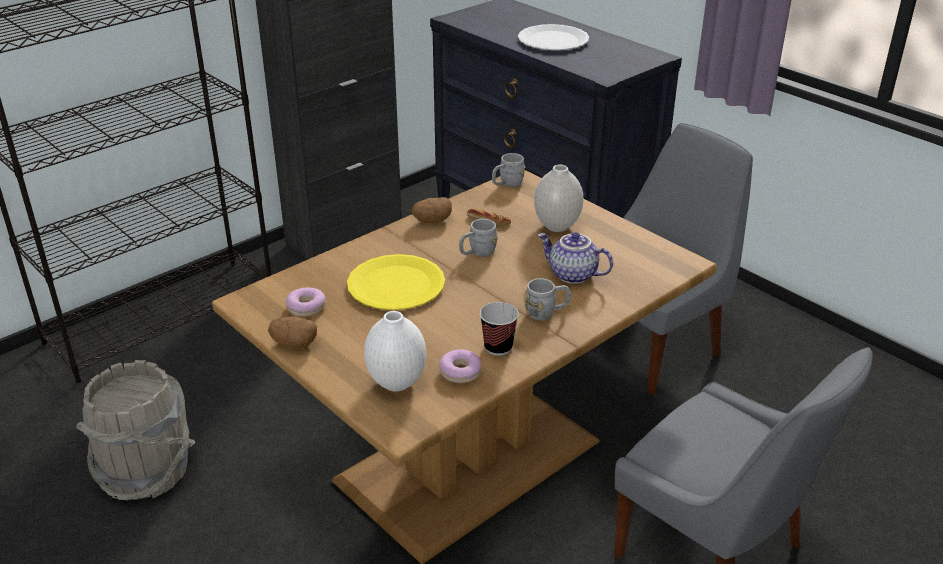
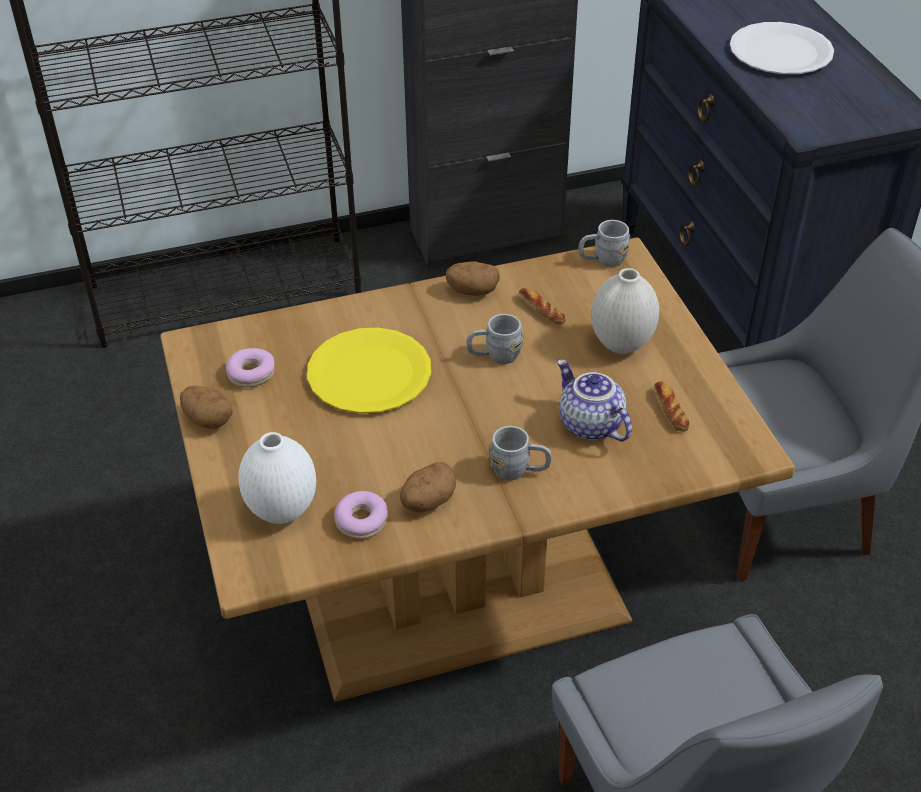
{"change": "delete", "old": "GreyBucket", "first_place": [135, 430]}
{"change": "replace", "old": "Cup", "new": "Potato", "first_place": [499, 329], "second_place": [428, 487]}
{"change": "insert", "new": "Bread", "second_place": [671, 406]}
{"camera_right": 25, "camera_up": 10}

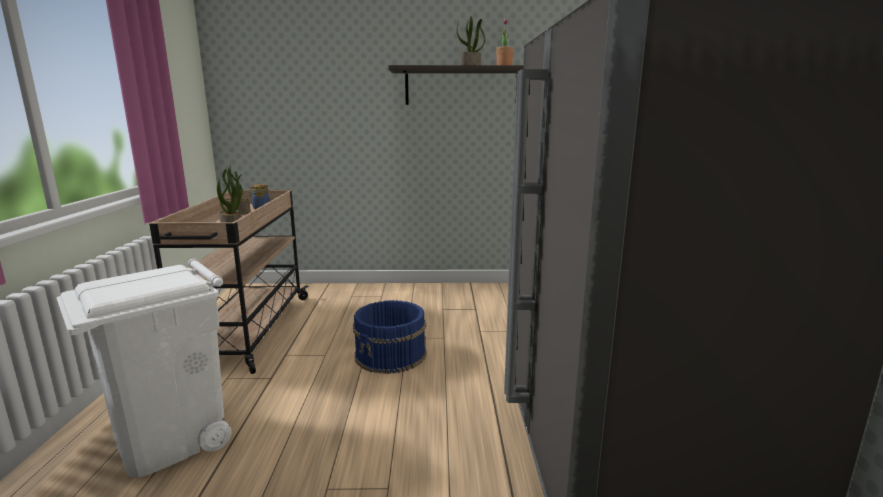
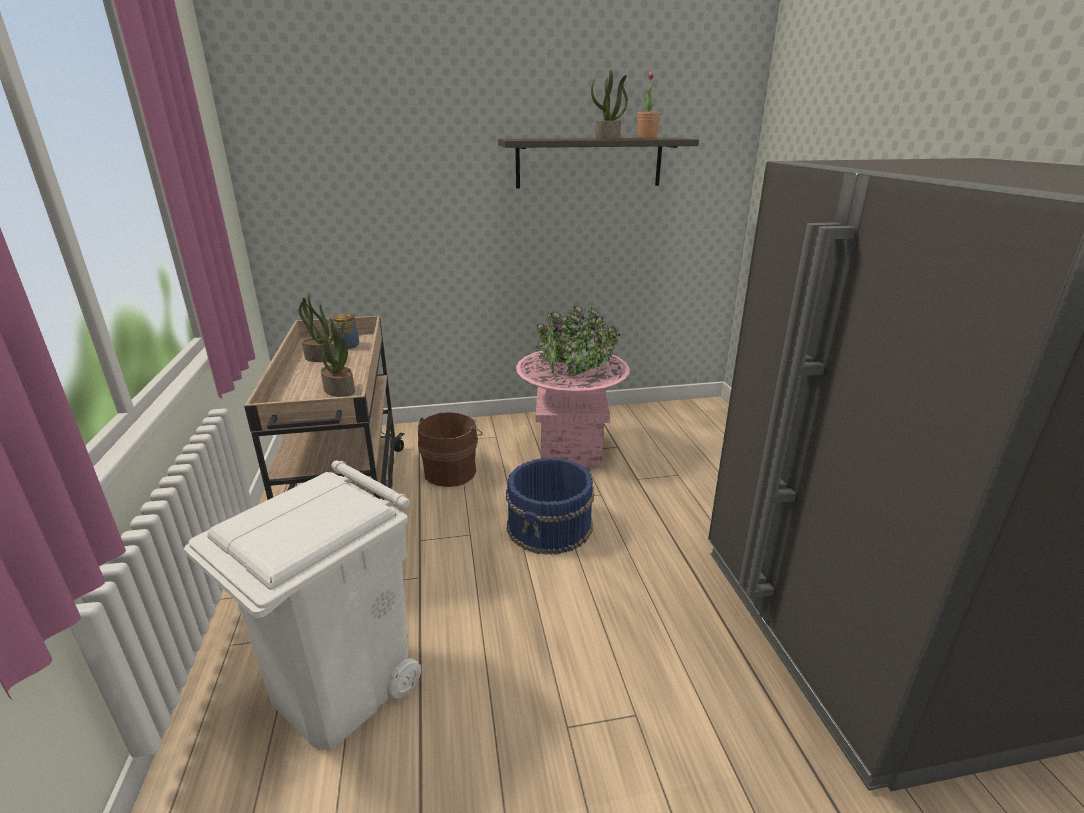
{"change": "insert", "new": "BrownBucket", "second_place": [450, 449]}
{"change": "insert", "new": "PinkPlanter", "second_place": [573, 387]}
{"camera_right": -10, "camera_up": 10}

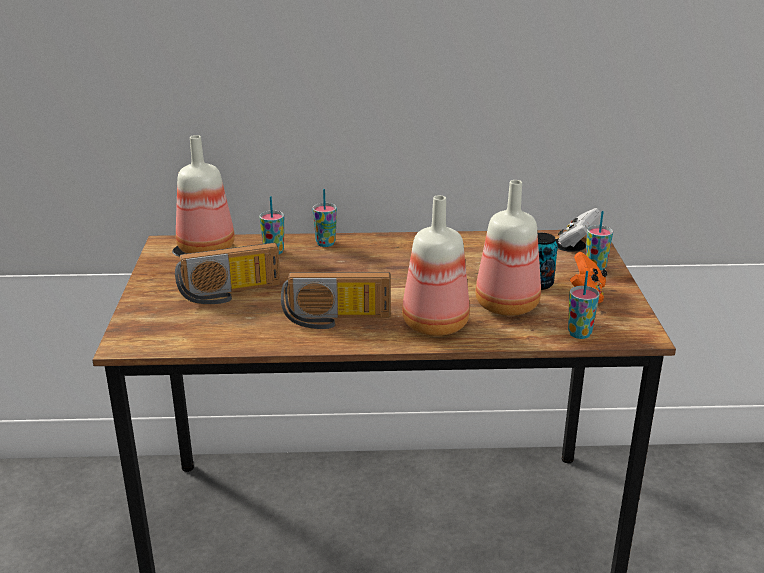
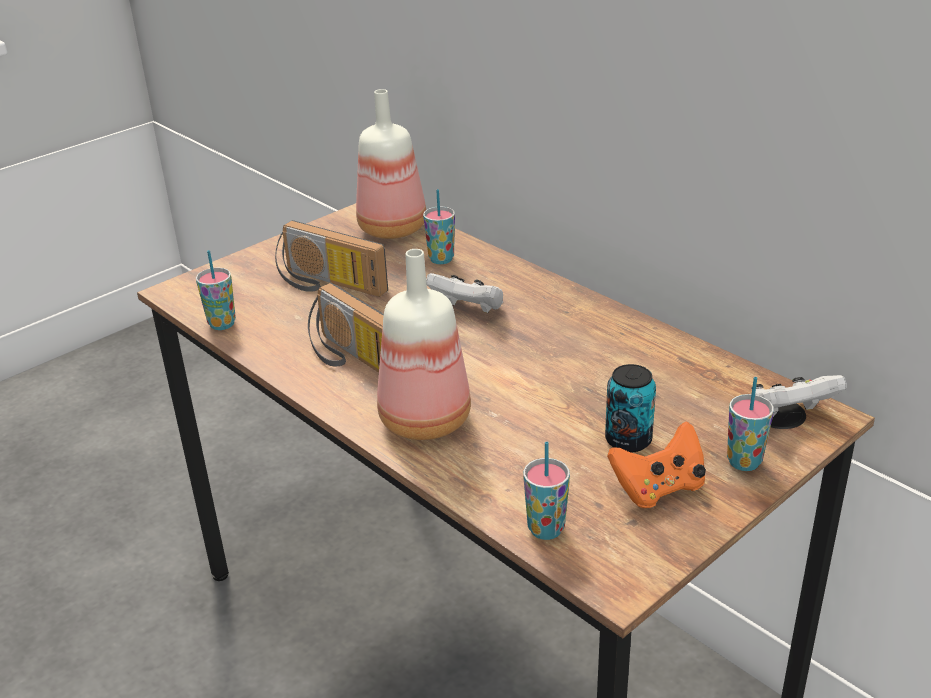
{"change": "move", "old": "Cup", "first_place": [324, 218], "second_place": [216, 290]}
{"change": "delete", "old": "Bottle", "first_place": [508, 248]}
{"change": "insert", "new": "WhiteGameController", "second_place": [464, 293]}
{"camera_right": 50, "camera_up": 5}

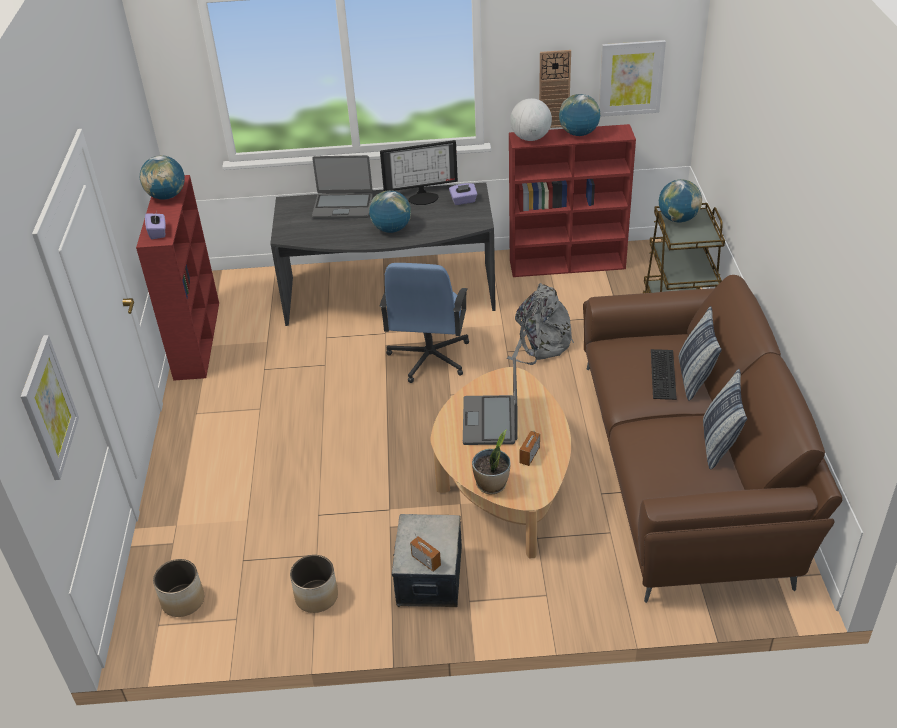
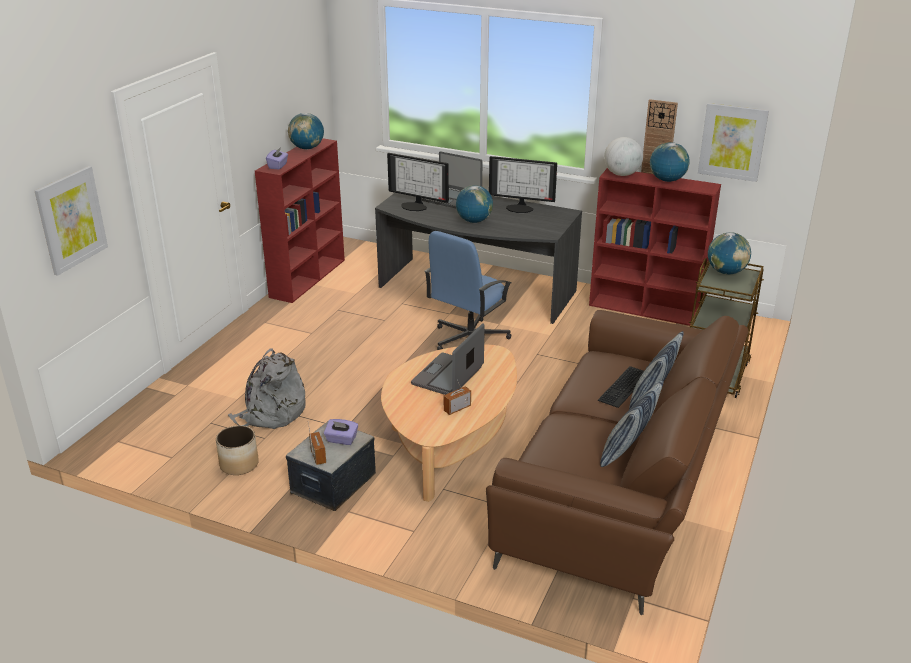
{"change": "delete", "old": "Planter", "first_place": [178, 588]}
{"change": "move", "old": "PurpleTissueBox", "first_place": [463, 194], "second_place": [341, 432]}
{"change": "delete", "old": "PottedPlant", "first_place": [491, 461]}
{"change": "move", "old": "GreyBackpack", "first_place": [540, 324], "second_place": [267, 388]}
{"change": "insert", "new": "Monitor", "second_place": [418, 182]}
{"camera_right": 25, "camera_up": -10}

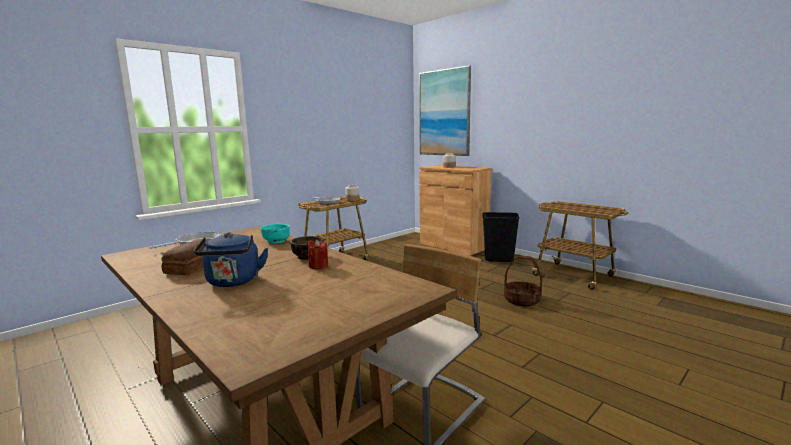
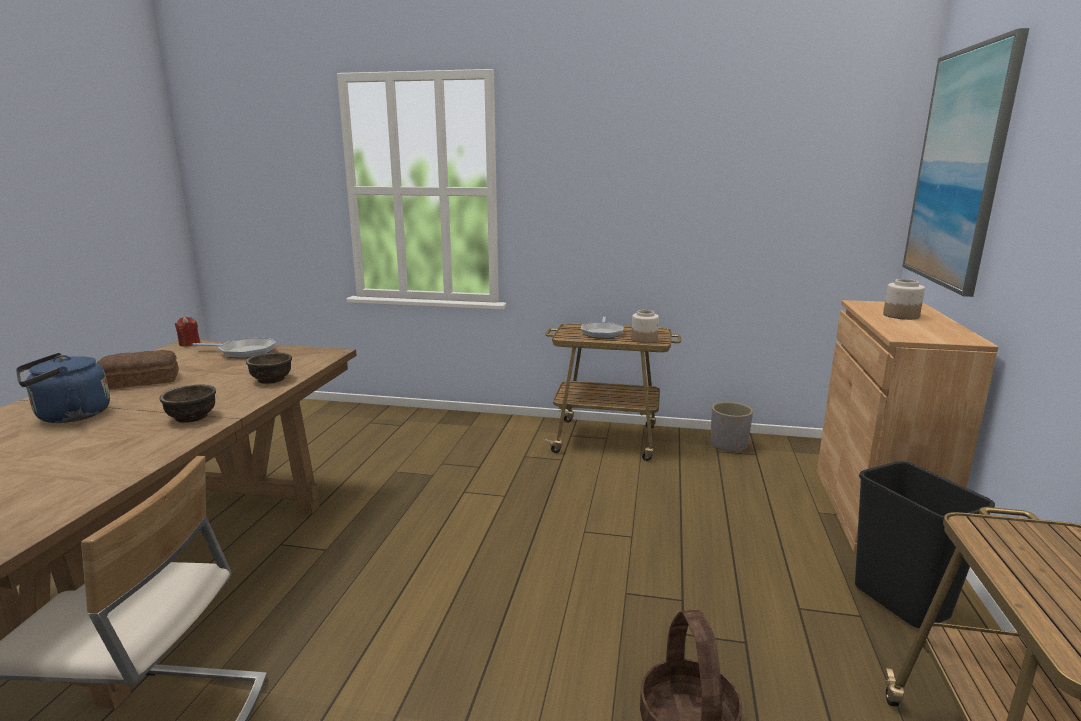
{"change": "recolor", "old": "TurquoiseBowl", "new": "BrownBowl", "first_place": [275, 234], "second_place": [269, 368]}
{"change": "move", "old": "RedCandle", "first_place": [317, 254], "second_place": [187, 332]}
{"change": "insert", "new": "GreyPlanter", "second_place": [732, 427]}
{"camera_right": 55, "camera_up": 5}

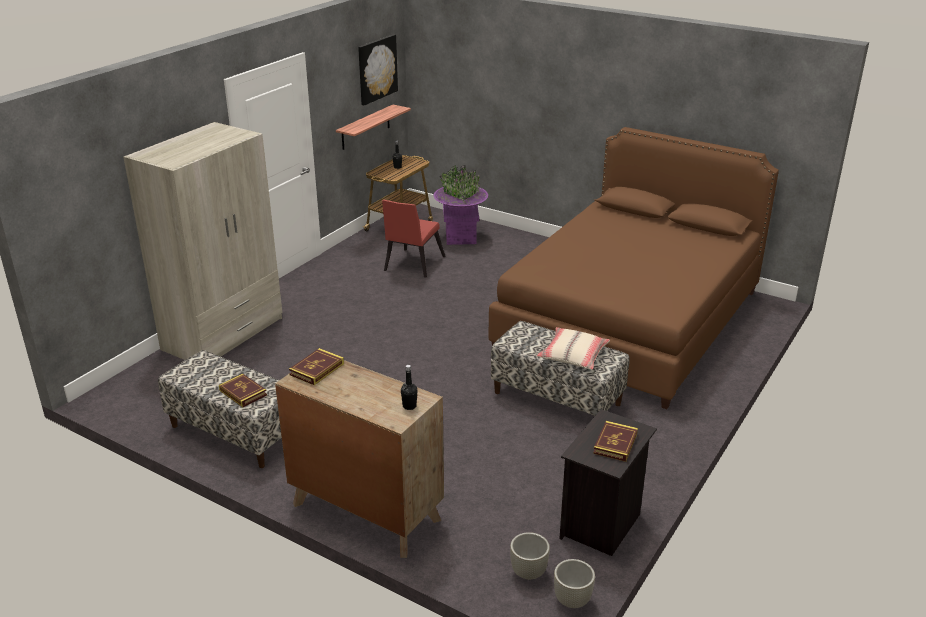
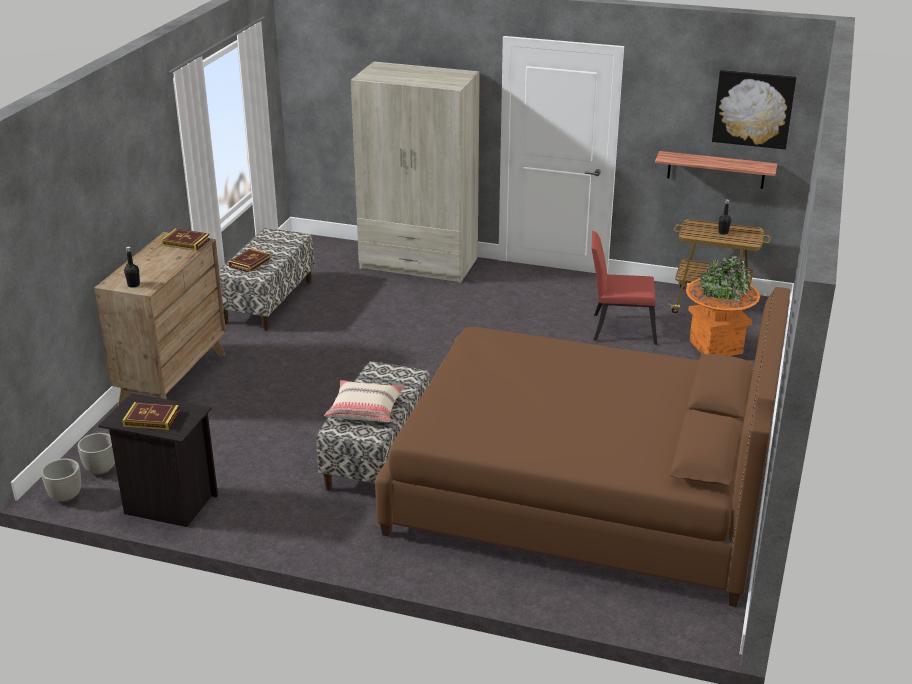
{"change": "recolor", "old": "PurplePlanter", "new": "OrangePlanter", "first_place": [460, 205], "second_place": [723, 305]}
{"camera_right": 75, "camera_up": 0}

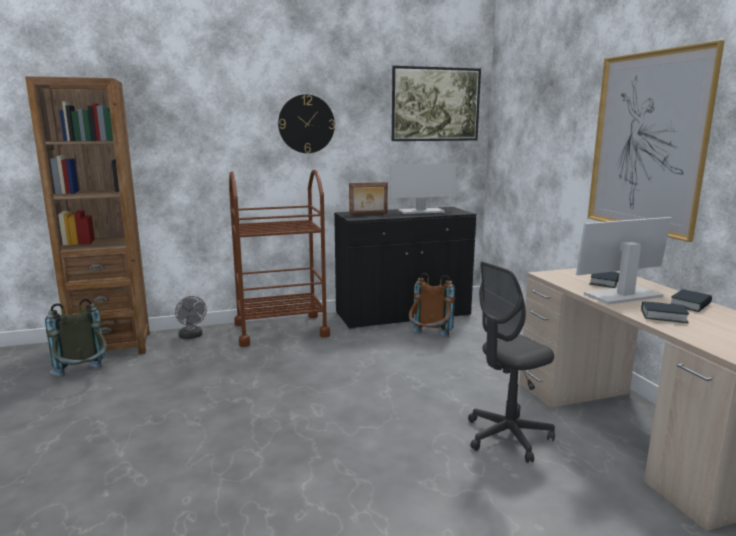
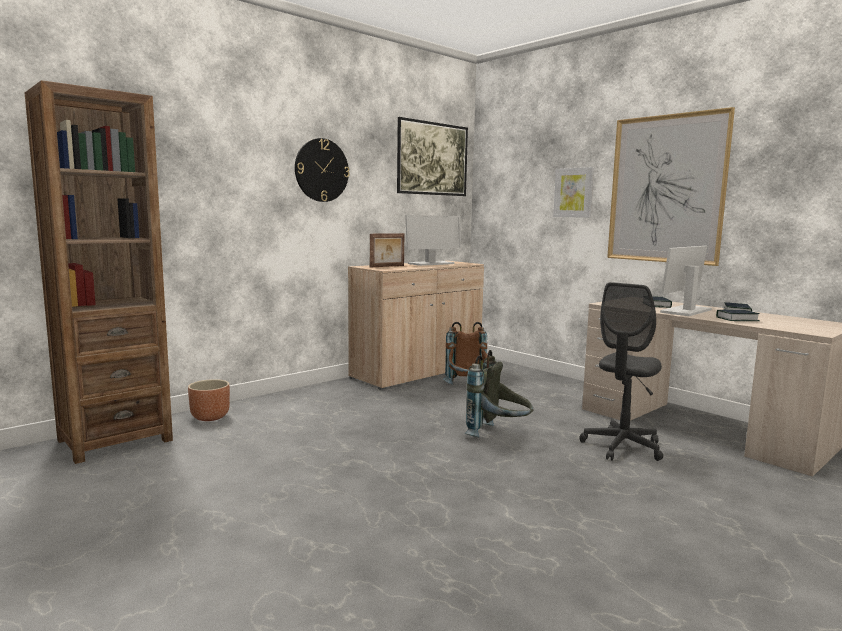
{"change": "move", "old": "GreyBackpack", "first_place": [76, 337], "second_place": [499, 393]}
{"change": "replace", "old": "GreyFan", "new": "BrownPlanter", "first_place": [191, 317], "second_place": [209, 400]}
{"change": "delete", "old": "BrownCart", "first_place": [279, 258]}
{"change": "recolor", "old": "BlackCabinet", "new": "BeigeCabinet", "first_place": [405, 268], "second_place": [416, 325]}
{"change": "insert", "new": "Picture", "second_place": [573, 192]}
{"camera_right": -25, "camera_up": -5}

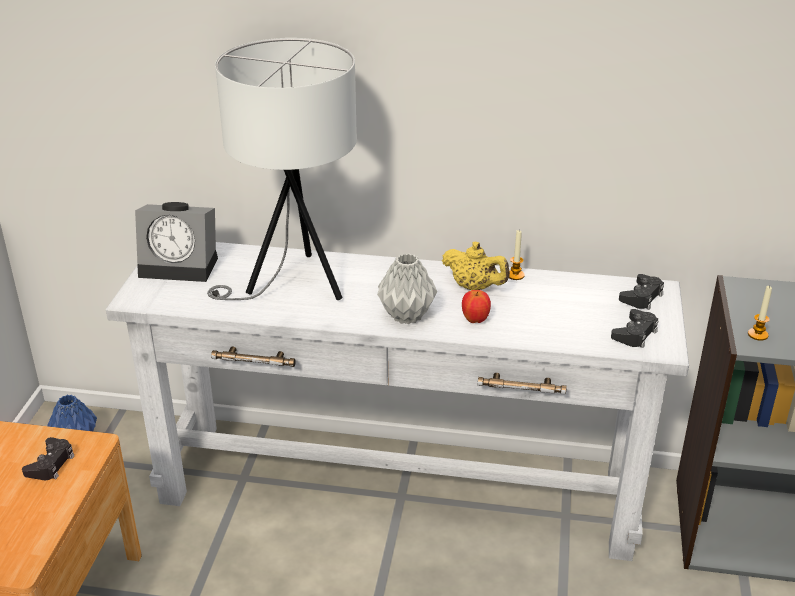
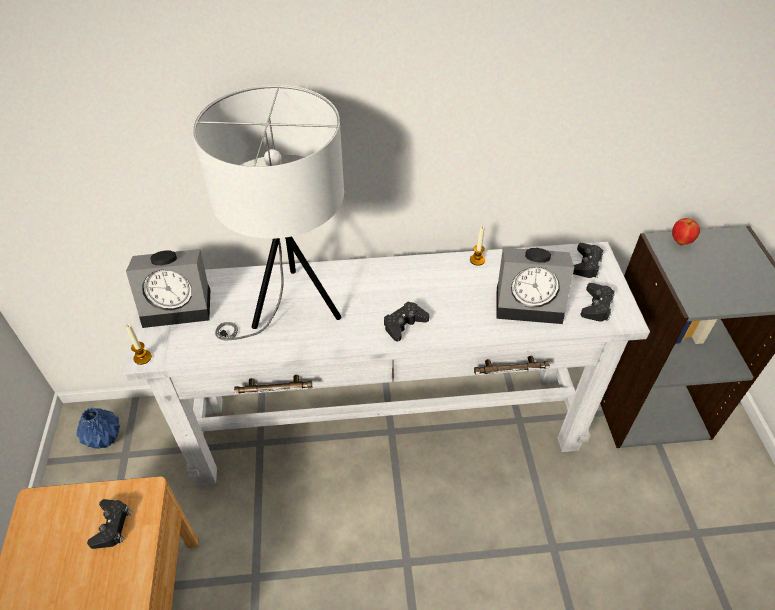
{"change": "replace", "old": "GreyVase", "new": "BlackGameController", "first_place": [407, 288], "second_place": [406, 321]}
{"change": "delete", "old": "YellowTeapot", "first_place": [476, 266]}
{"change": "move", "old": "Apple", "first_place": [476, 306], "second_place": [686, 231]}
{"change": "move", "old": "Candle", "first_place": [760, 313], "second_place": [138, 344]}
{"change": "insert", "new": "AlarmClock", "second_place": [535, 285]}
{"camera_right": -15, "camera_up": 15}

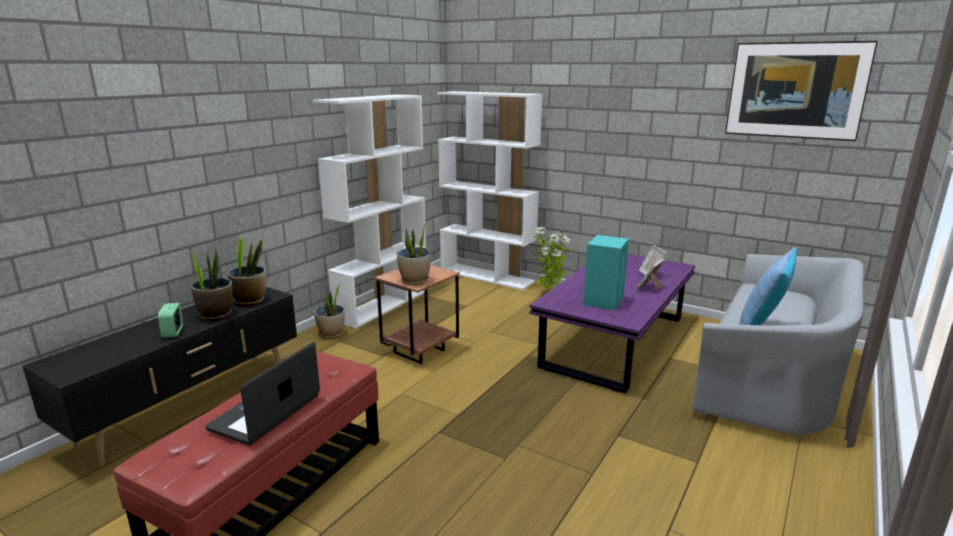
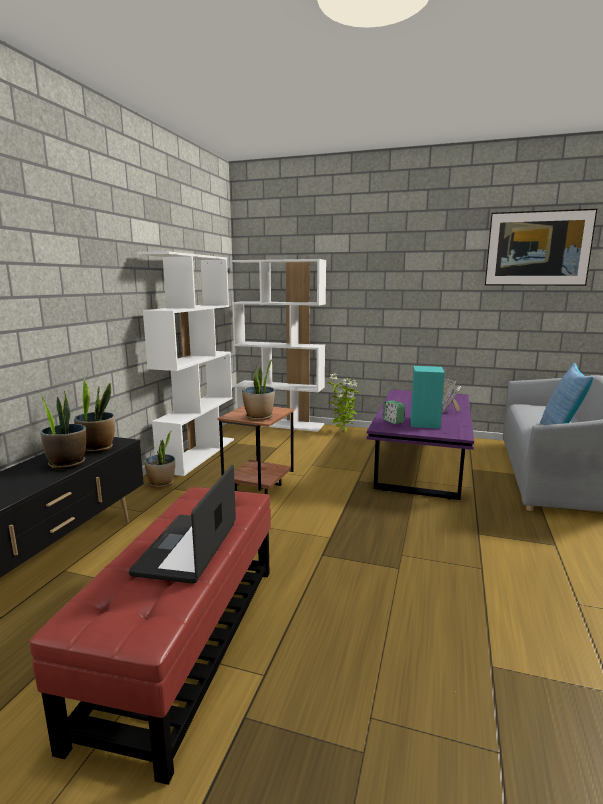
{"change": "move", "old": "AlarmClock", "first_place": [170, 320], "second_place": [394, 412]}
{"camera_right": -15, "camera_up": -5}

